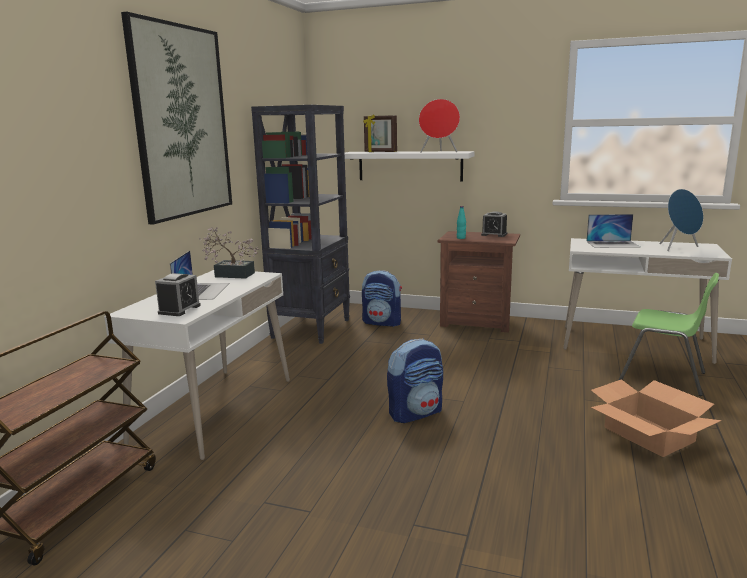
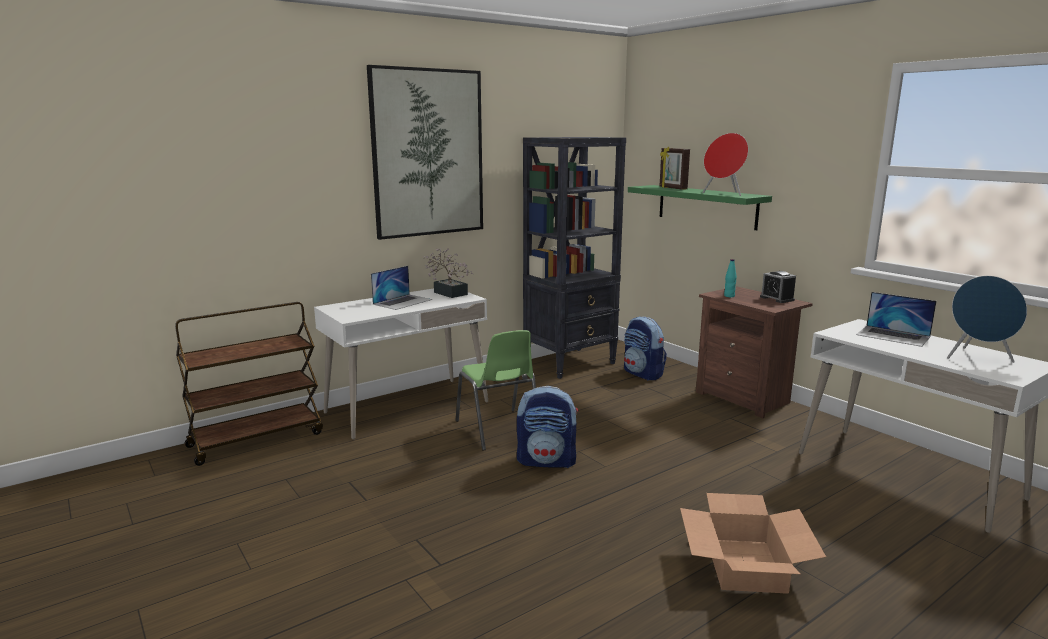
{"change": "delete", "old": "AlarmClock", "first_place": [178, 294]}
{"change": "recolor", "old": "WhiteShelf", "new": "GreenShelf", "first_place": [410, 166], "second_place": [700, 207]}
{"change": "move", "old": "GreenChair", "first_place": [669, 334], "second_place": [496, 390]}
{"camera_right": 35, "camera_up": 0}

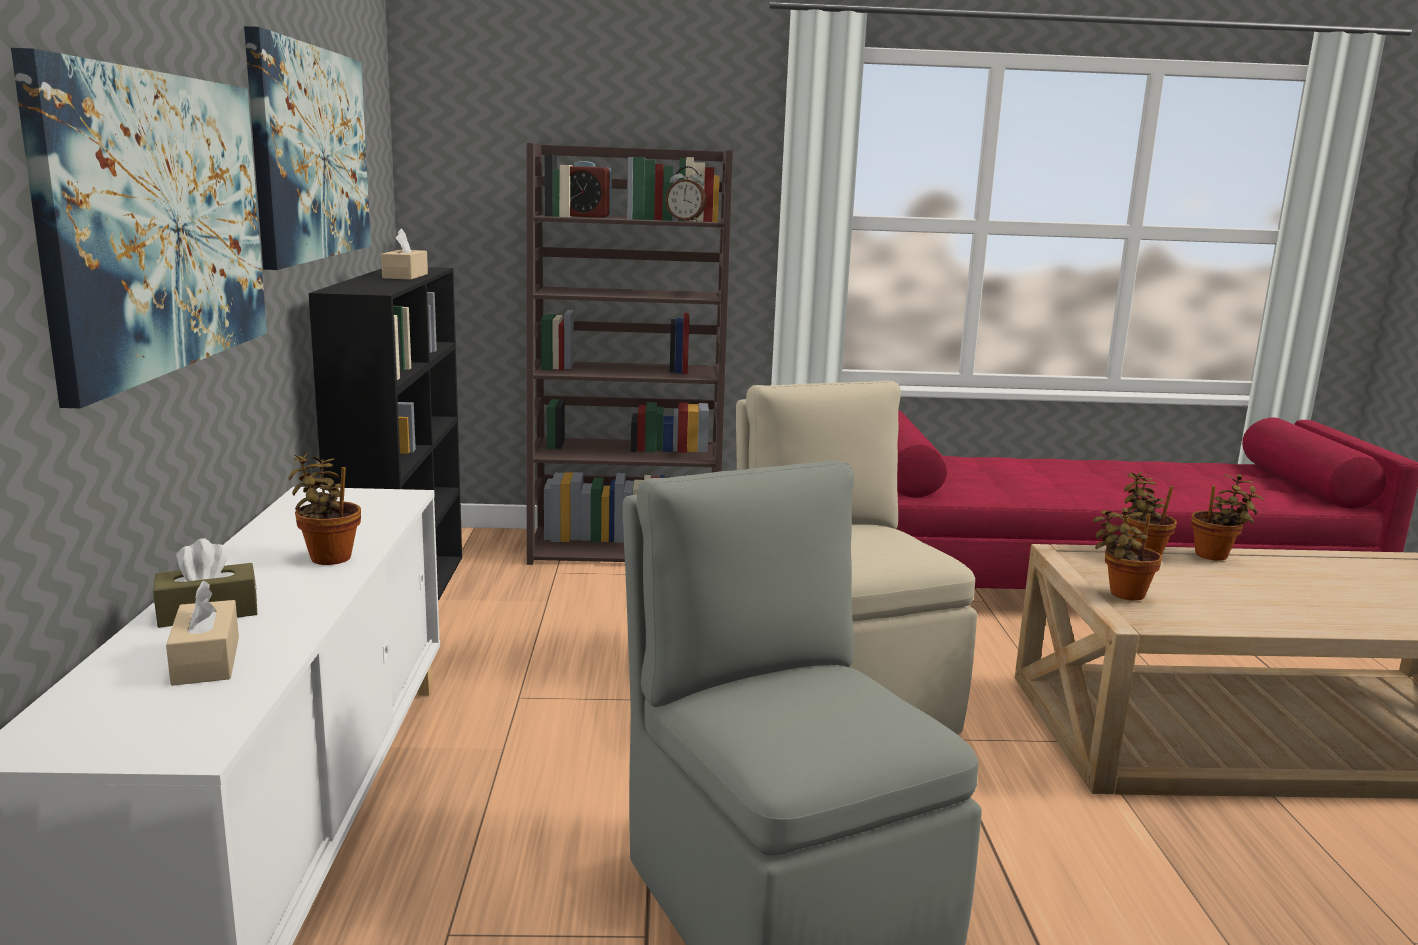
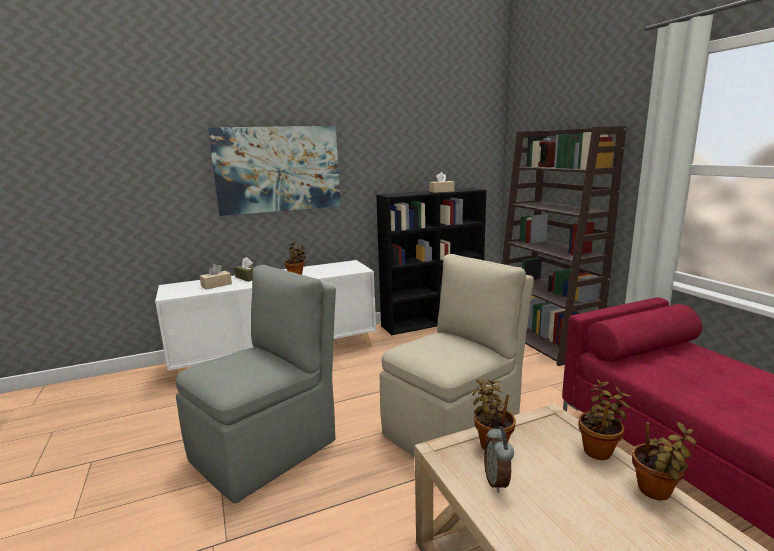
{"change": "delete", "old": "Picture", "first_place": [307, 148]}
{"change": "move", "old": "AlarmClock", "first_place": [686, 194], "second_place": [499, 459]}
{"camera_right": 70, "camera_up": 0}

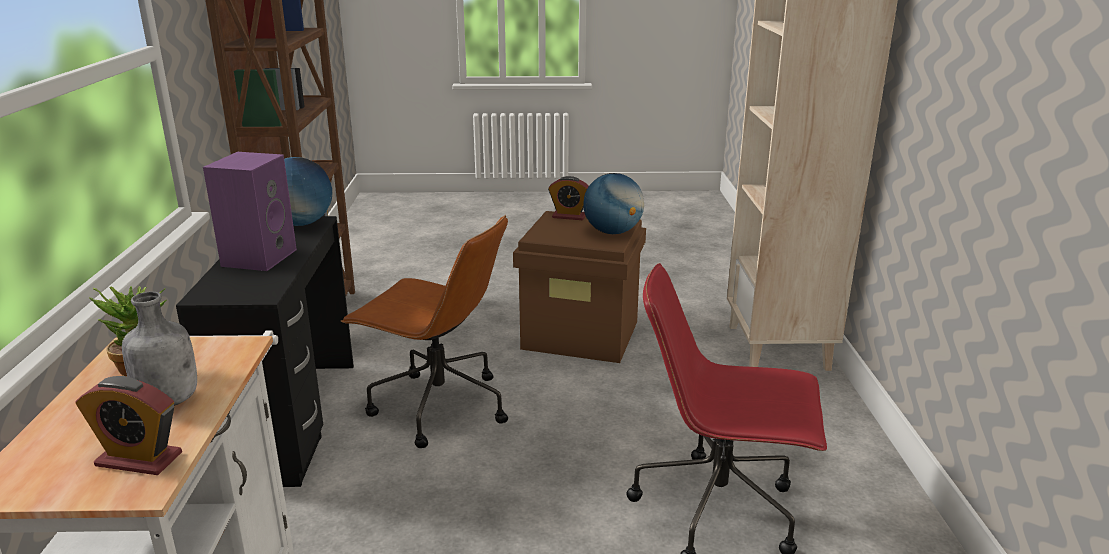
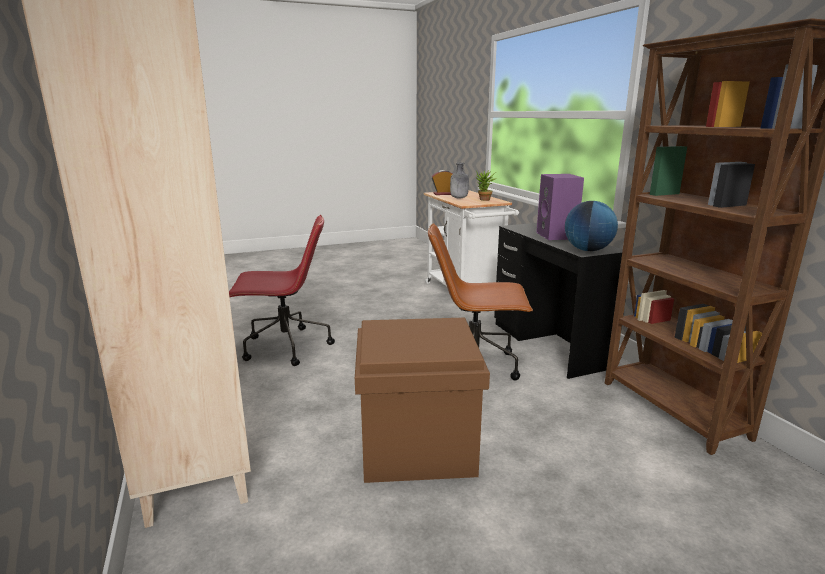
{"change": "delete", "old": "AlarmClock", "first_place": [568, 198]}
{"change": "delete", "old": "Globe", "first_place": [613, 203]}
{"camera_right": 160, "camera_up": -5}

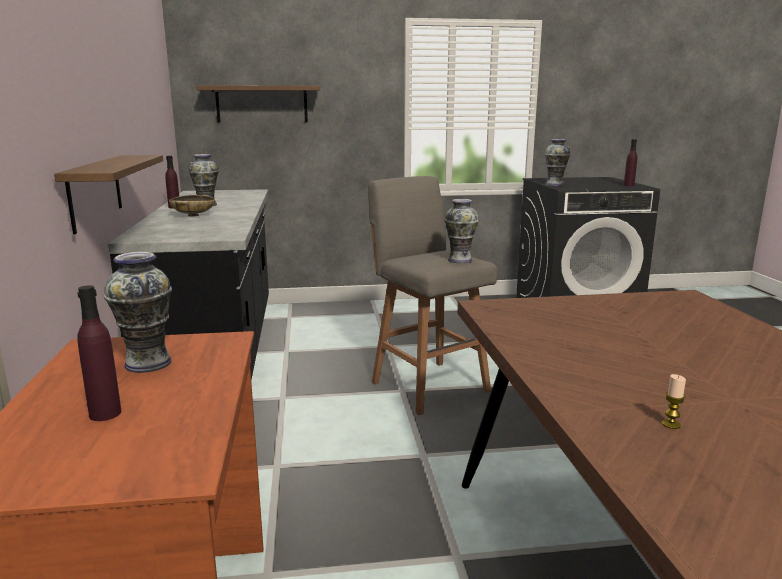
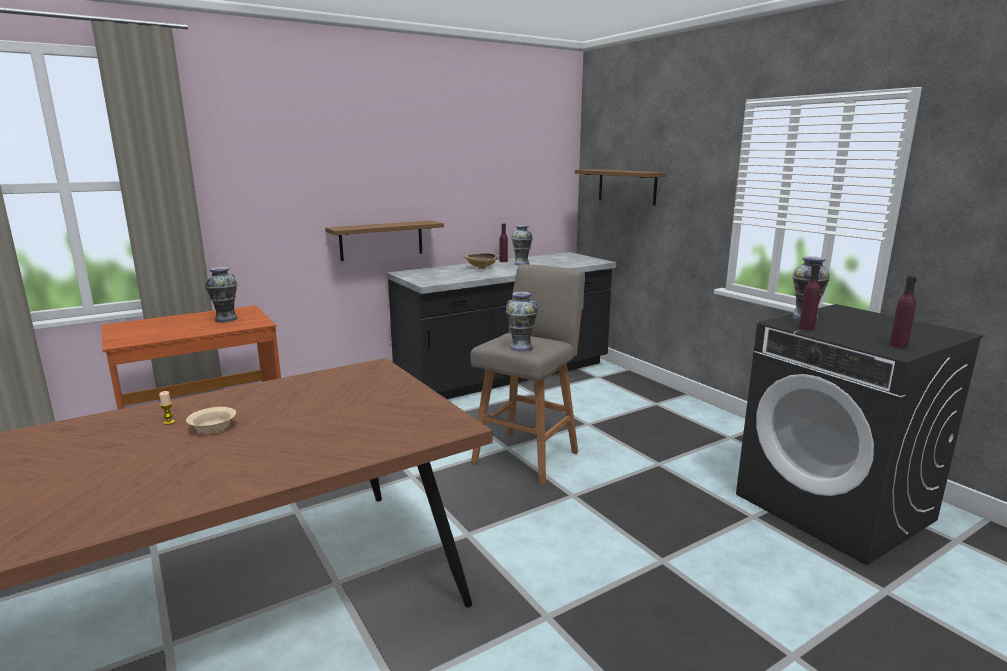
{"change": "move", "old": "PurpleBottle", "first_place": [99, 353], "second_place": [809, 297]}
{"change": "insert", "new": "BeigeBowl", "second_place": [211, 420]}
{"camera_right": 65, "camera_up": 0}

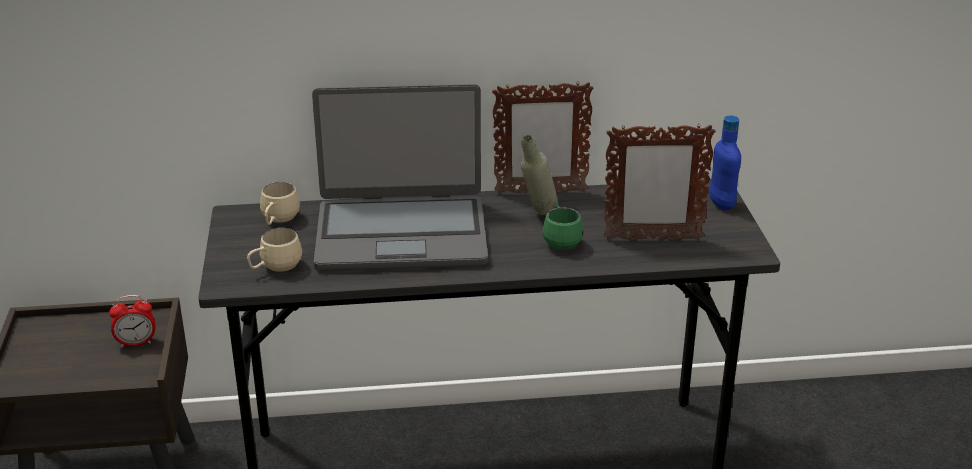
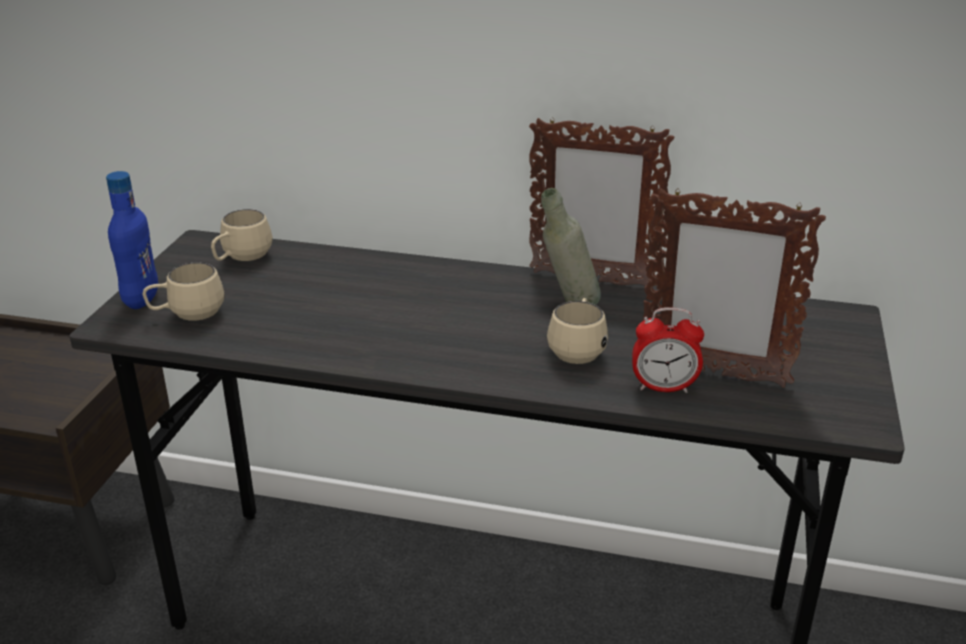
{"change": "move", "old": "AlarmClock", "first_place": [132, 321], "second_place": [668, 350]}
{"change": "delete", "old": "Laptop", "first_place": [400, 177]}
{"change": "recolor", "old": "GreenMug", "new": "BeigeMug", "first_place": [563, 227], "second_place": [577, 331]}
{"change": "move", "old": "BlueBottle", "first_place": [725, 163], "second_place": [132, 240]}
{"camera_right": 20, "camera_up": 0}

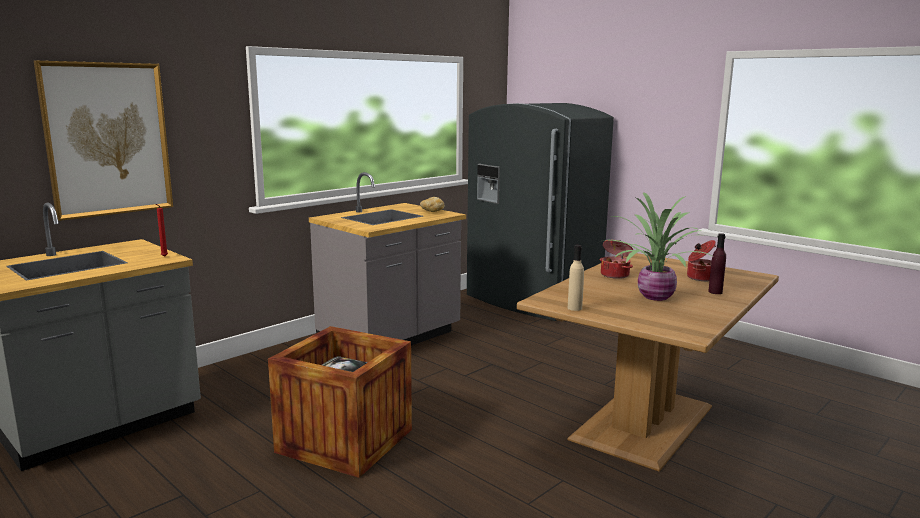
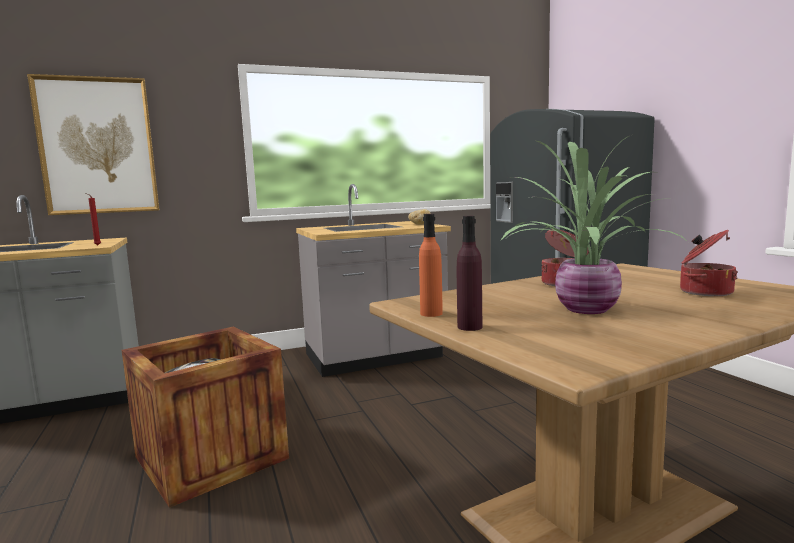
{"change": "recolor", "old": "BeigeBottle", "new": "OrangeBottle", "first_place": [576, 278], "second_place": [431, 265]}
{"change": "move", "old": "PurpleBottle", "first_place": [717, 263], "second_place": [470, 273]}
{"camera_right": 25, "camera_up": -5}

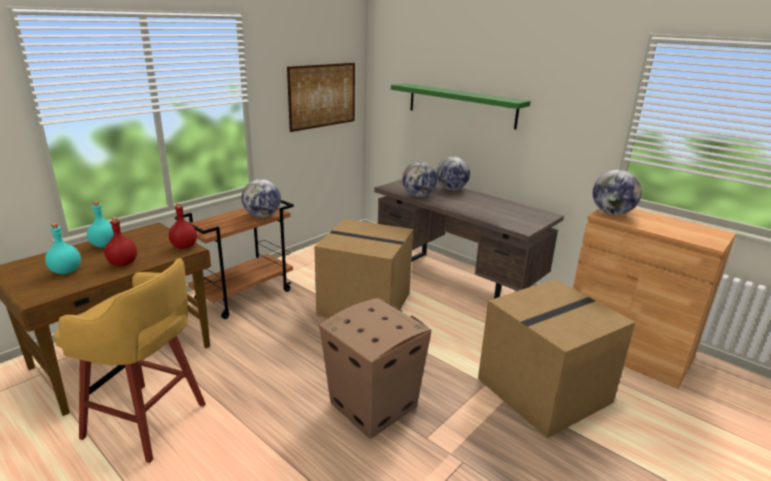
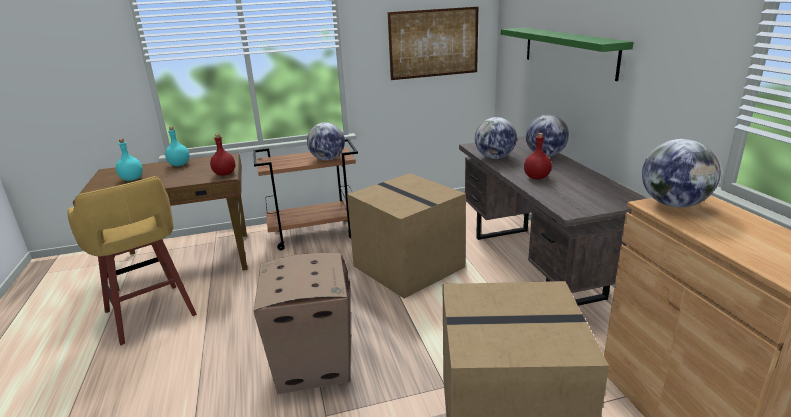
{"change": "move", "old": "RedBottle", "first_place": [120, 241], "second_place": [538, 156]}
{"camera_right": 35, "camera_up": 0}

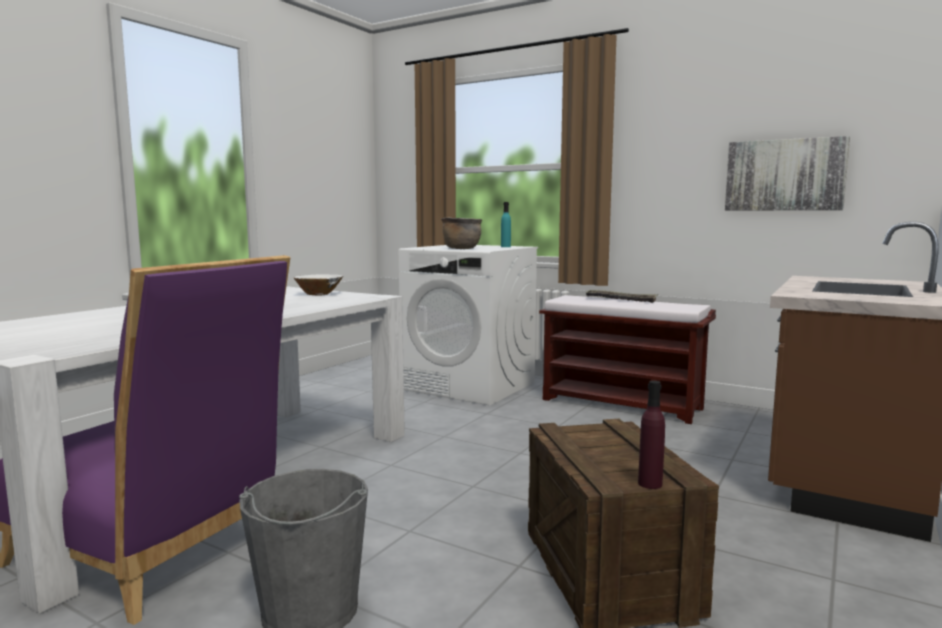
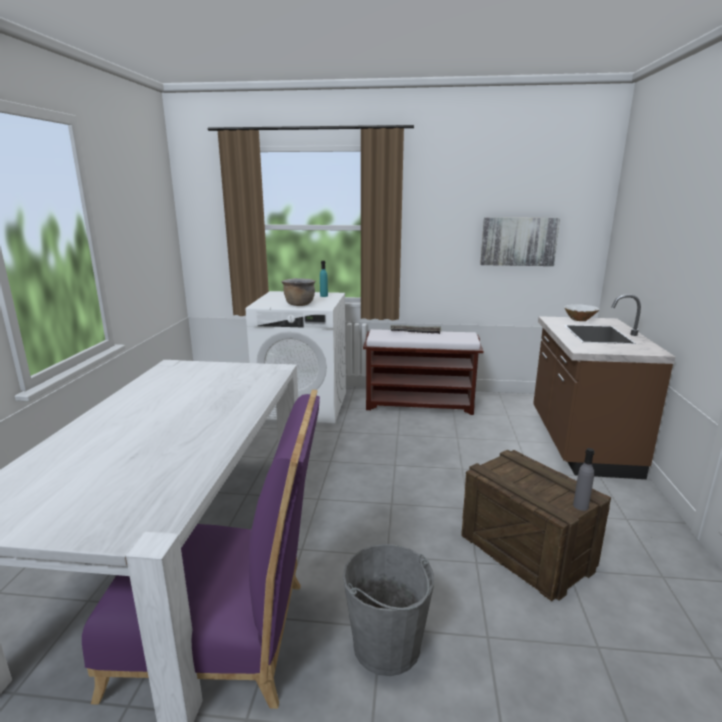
{"change": "move", "old": "WhiteBowl", "first_place": [318, 285], "second_place": [582, 312]}
{"change": "recolor", "old": "PurpleBottle", "new": "GreyBottle", "first_place": [651, 435], "second_place": [583, 479]}
{"camera_right": -25, "camera_up": 10}

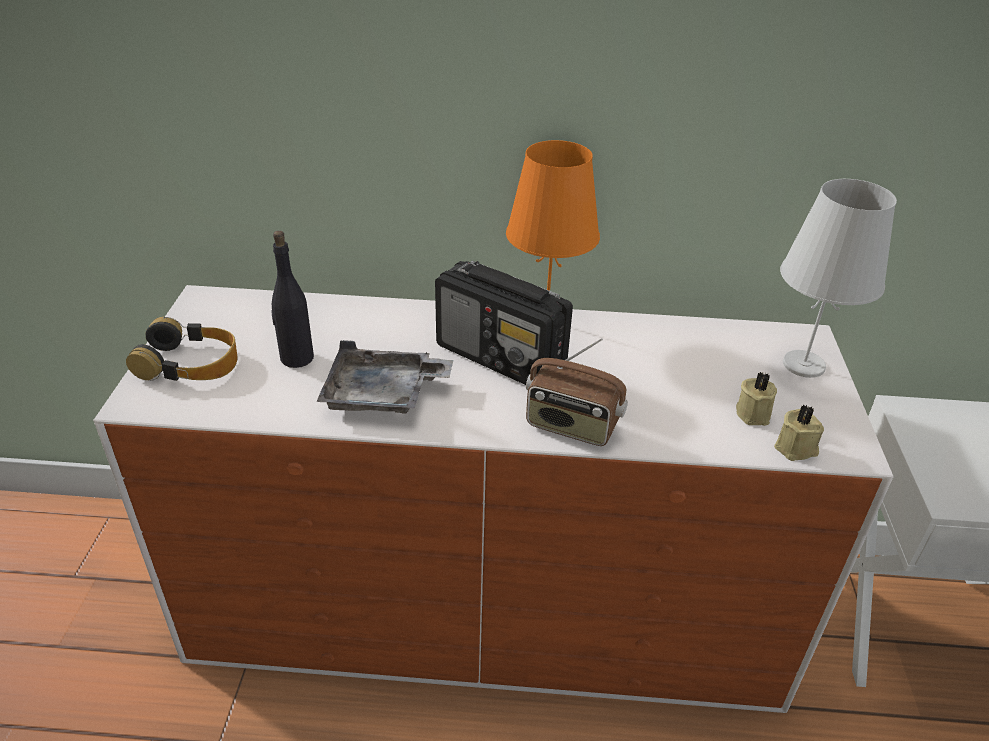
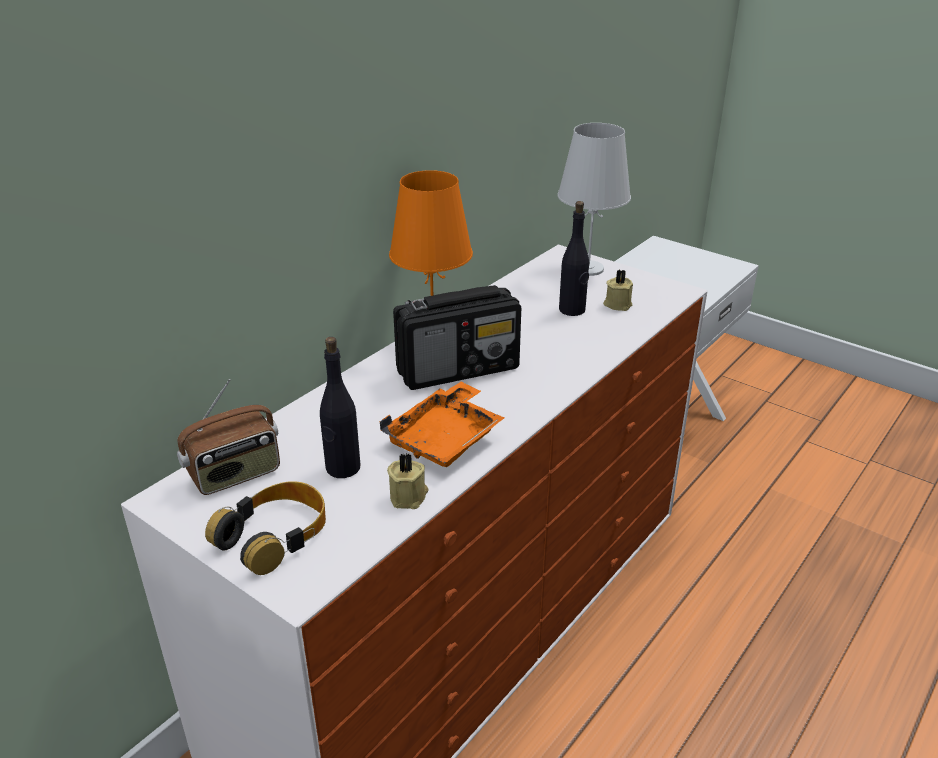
{"change": "recolor", "old": "GreyTray", "new": "OrangeTray", "first_place": [384, 377], "second_place": [441, 424]}
{"change": "move", "old": "Radio", "first_place": [577, 392], "second_place": [228, 437]}
{"change": "move", "old": "BeigeCandle", "first_place": [799, 432], "second_place": [407, 480]}
{"change": "insert", "new": "BlackBottle", "second_place": [574, 258]}
{"camera_right": -55, "camera_up": -5}

